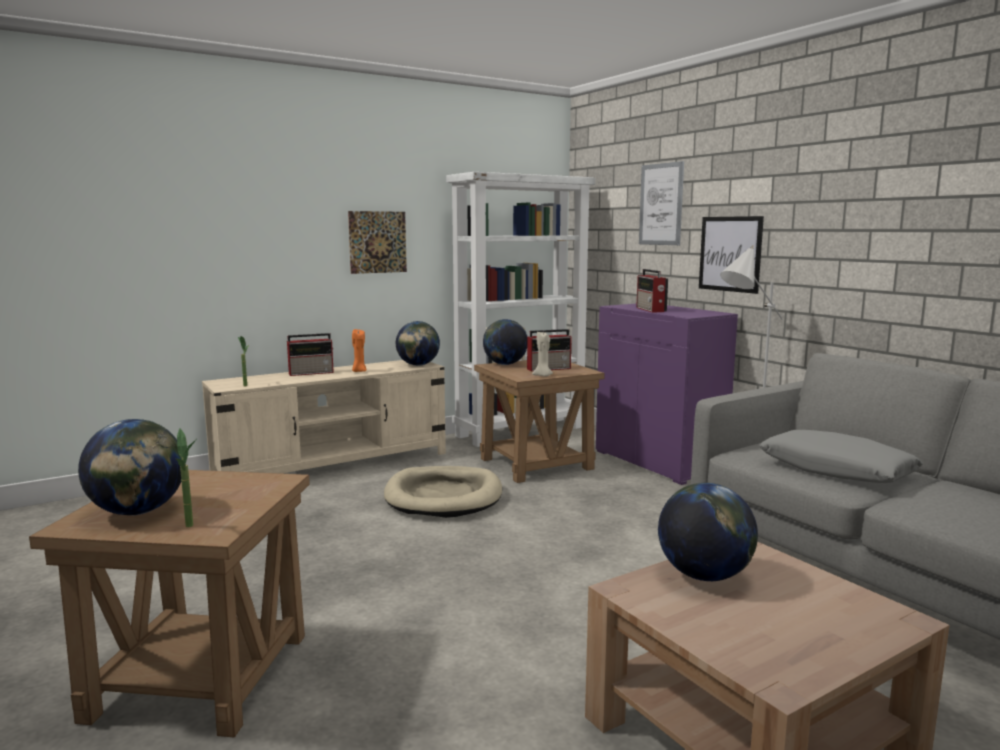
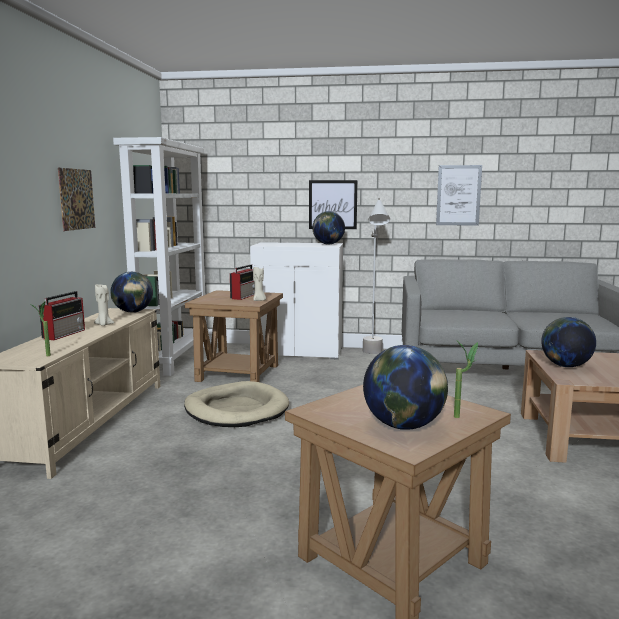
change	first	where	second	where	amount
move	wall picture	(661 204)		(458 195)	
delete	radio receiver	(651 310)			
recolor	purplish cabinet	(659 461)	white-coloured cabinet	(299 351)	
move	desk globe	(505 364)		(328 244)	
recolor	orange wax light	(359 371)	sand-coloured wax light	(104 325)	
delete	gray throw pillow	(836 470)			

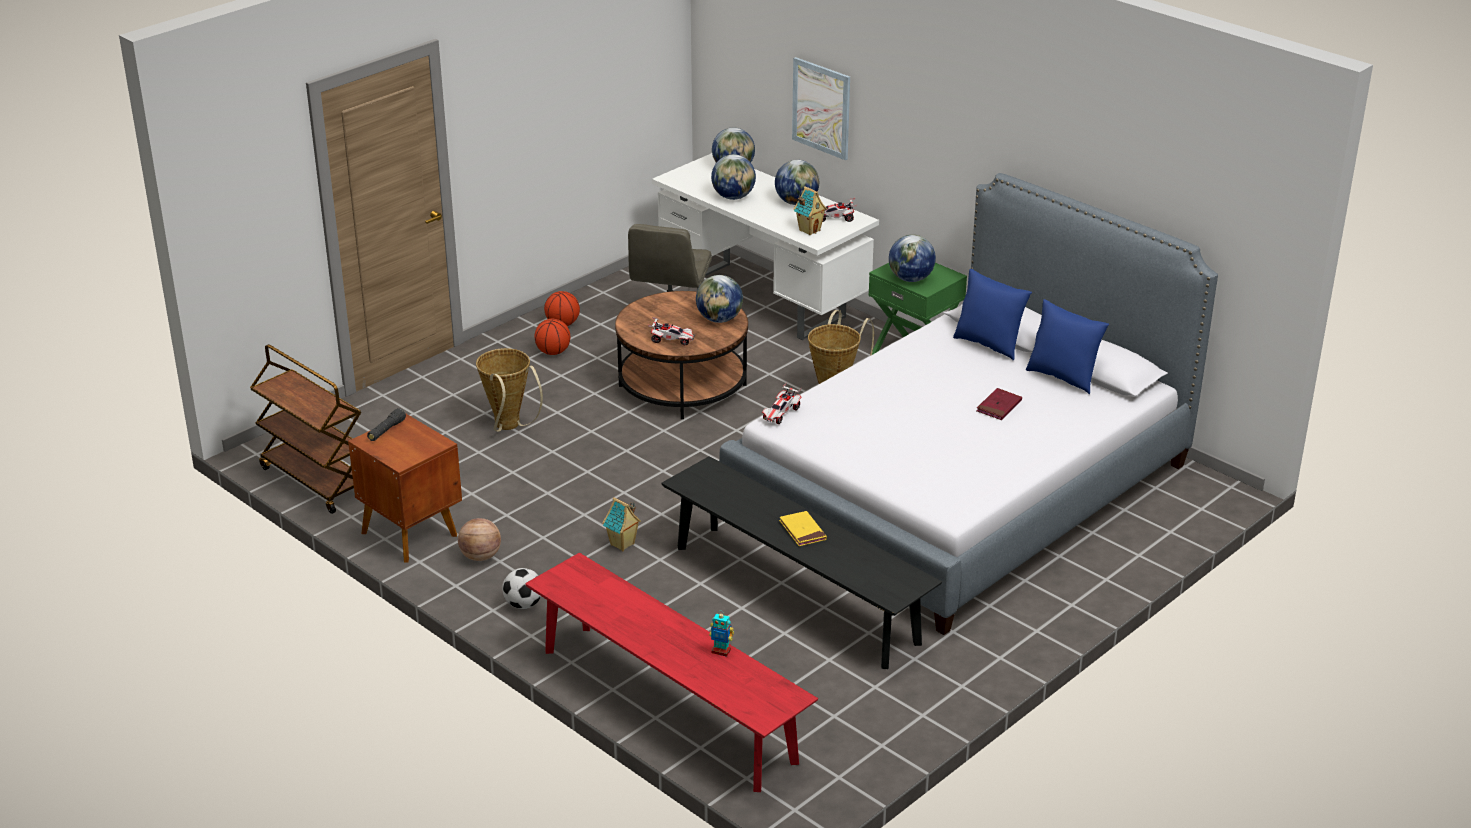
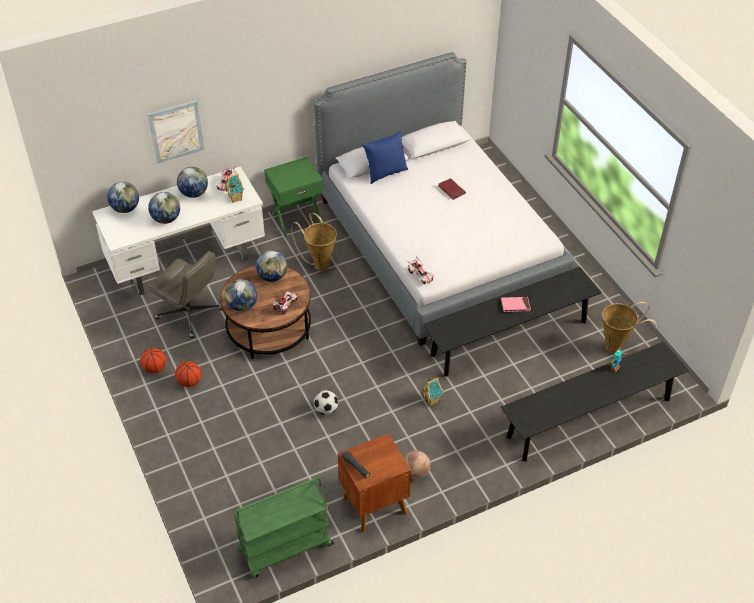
change	first	where	second	where	amount
move	desk globe	(910 279)		(242 306)	
delete	blue-coloured throw pillow	(1063 377)			
recolor	brownish wheeled cart	(315 480)	greenish wheeled cart	(285 548)	
move	household basket	(509 427)		(617 348)	
recolor	yellow-coloured bound book	(802 531)	pinkish bound book	(515 305)	
recolor	red long seat	(667 705)	black-coloured long seat	(589 418)	
move	football ball	(523 604)		(326 410)	

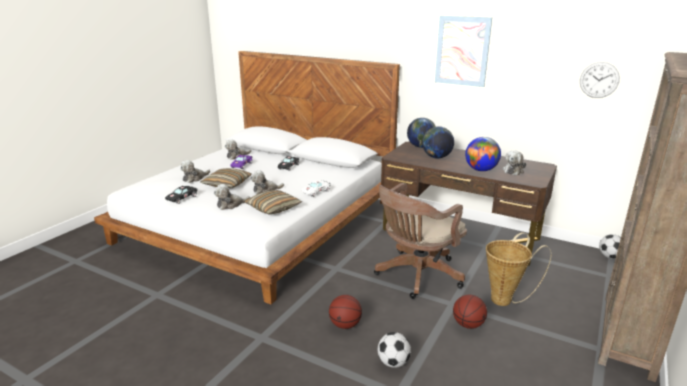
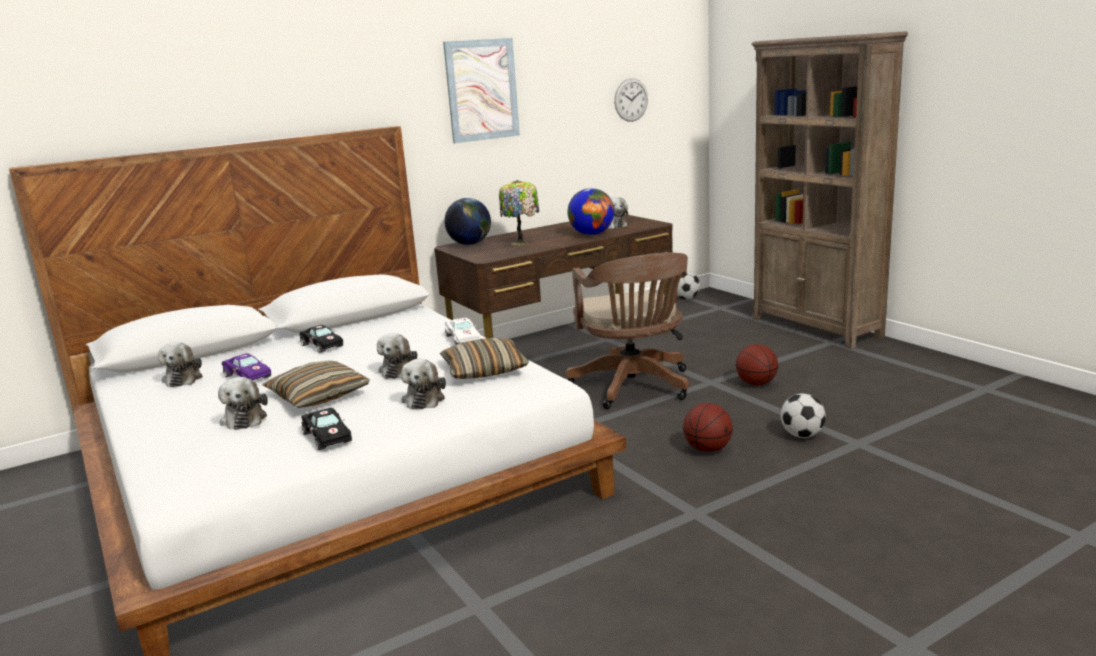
change	first	where	second	where	amount
replace	desk globe	(436 157)	lamp for a table	(521 243)	
delete	household basket	(505 299)			

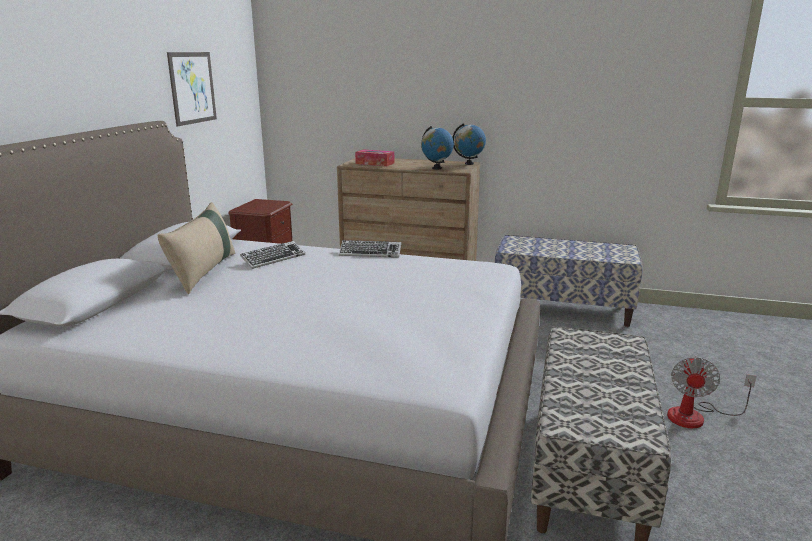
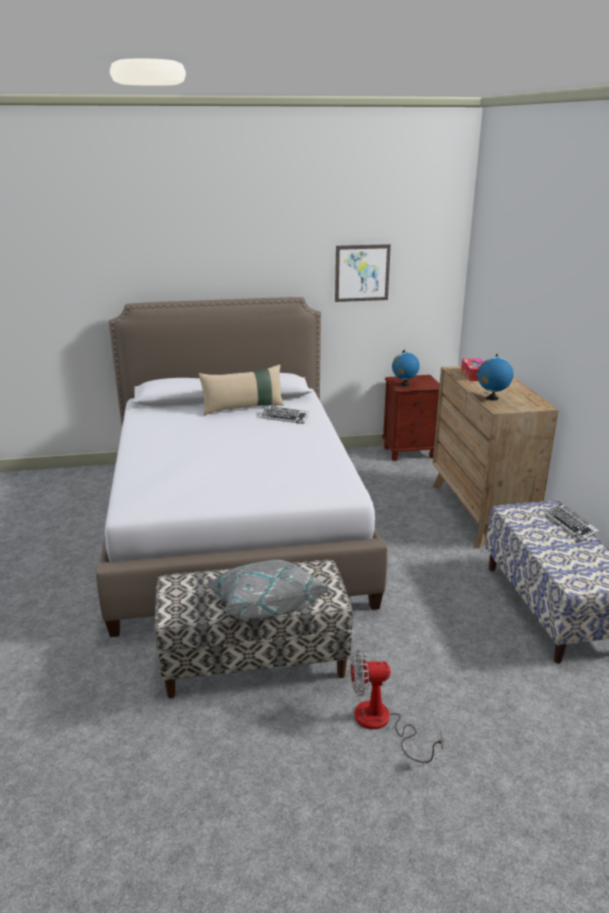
change	first	where	second	where	amount
move	desk globe	(469 164)		(404 385)	
move	PC keyboard	(370 253)		(570 525)	
insert			gray throw pillow	(265 605)	

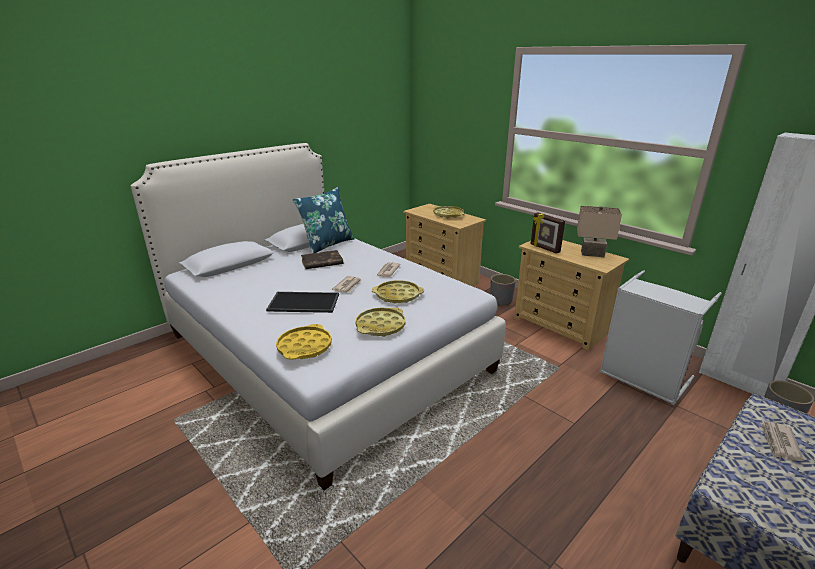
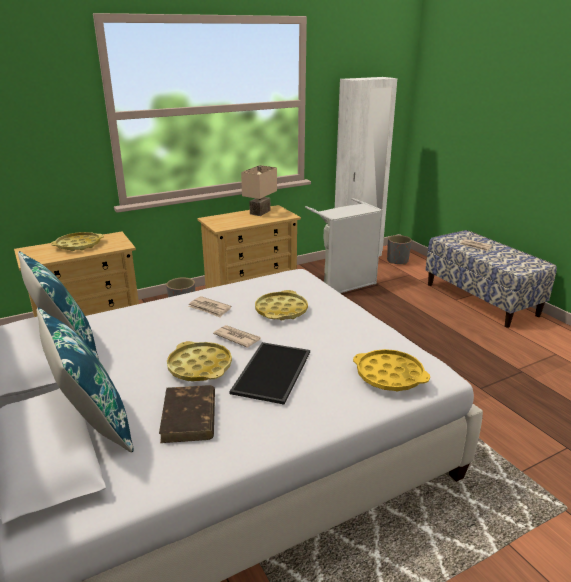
change	first	where	second	where	amount
delete	photo frame	(544 248)			
move	brownish bound book	(321 262)		(189 417)	
move	yellow-coloured carrying tray	(380 326)		(200 367)	
insert			blue-coloured throw pillow	(93 424)	

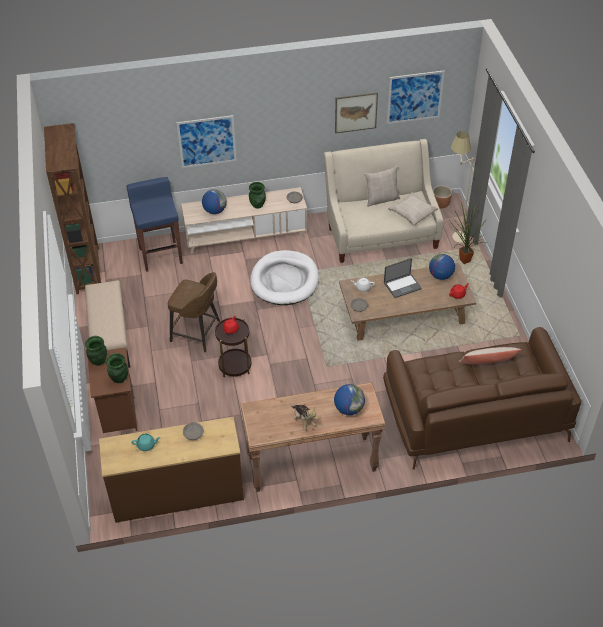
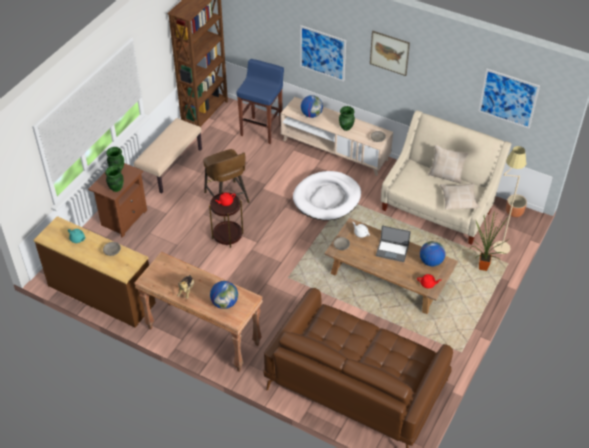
change	first	where	second	where	amount
move	wall picture	(356 112)		(389 53)	
delete	sand-coloured throw pillow	(487 363)			

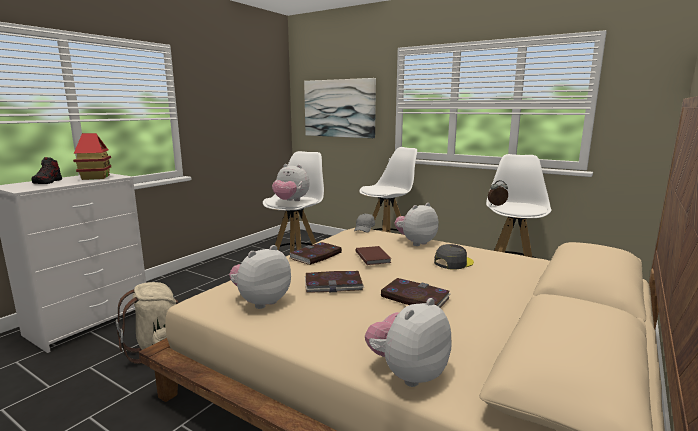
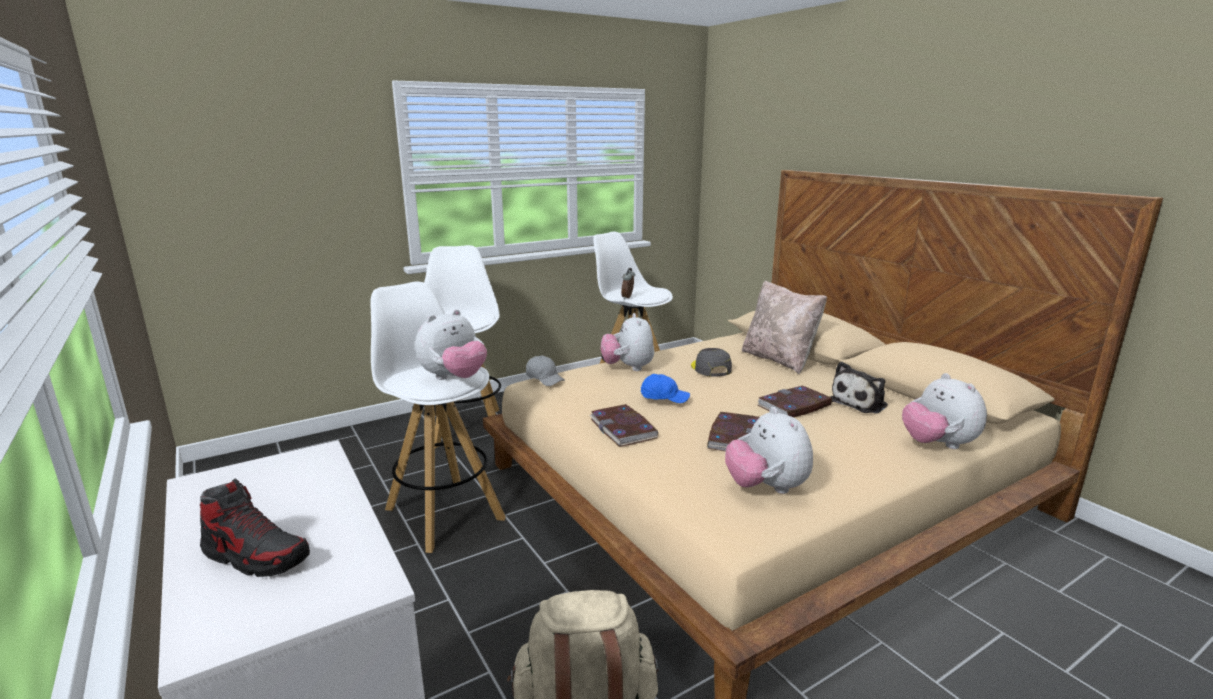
change	first	where	second	where	amount
delete	wall picture	(339 108)			
delete	toy house	(95 177)			
replace	brownish bound book	(373 257)	blue-coloured cap	(664 397)	
insert			sand-coloured throw pillow	(779 360)	
insert			soft toy	(860 403)	

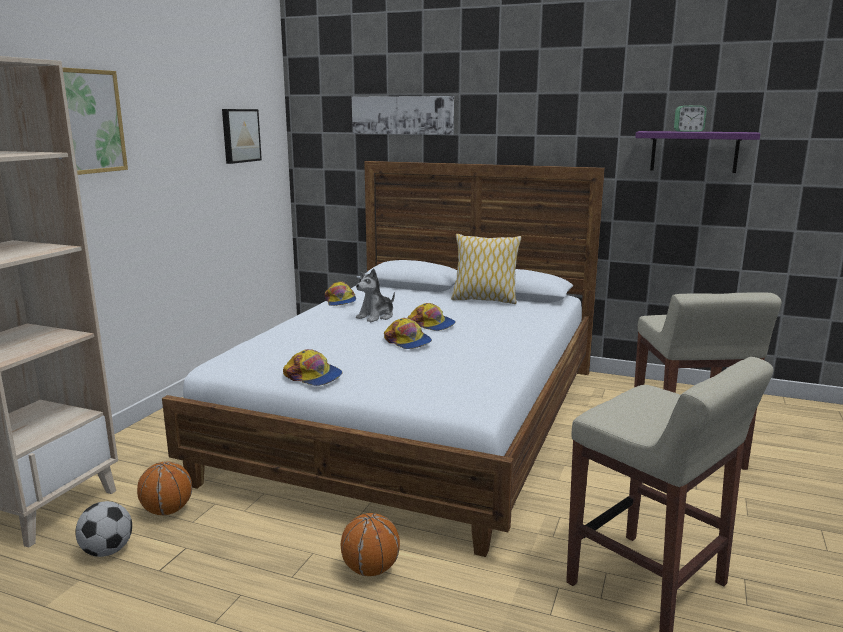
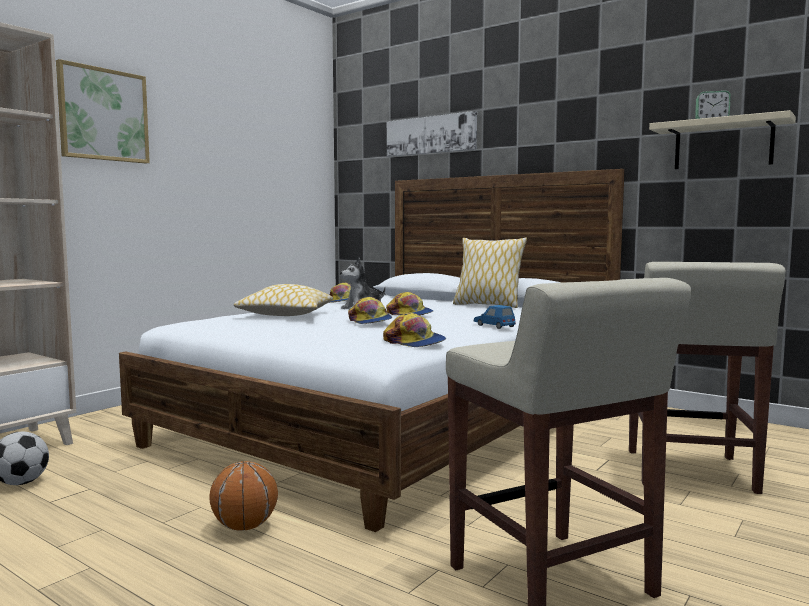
change	first	where	second	where	amount
delete	wall picture	(240 135)			
recolor	purplish shelf	(694 151)	sand-coloured shelf	(723 144)	
move	cap	(313 376)		(415 342)	
delete	ball for basketball	(167 511)			
insert			throw pillow	(286 315)	
insert			blue-coloured toy car	(494 326)	

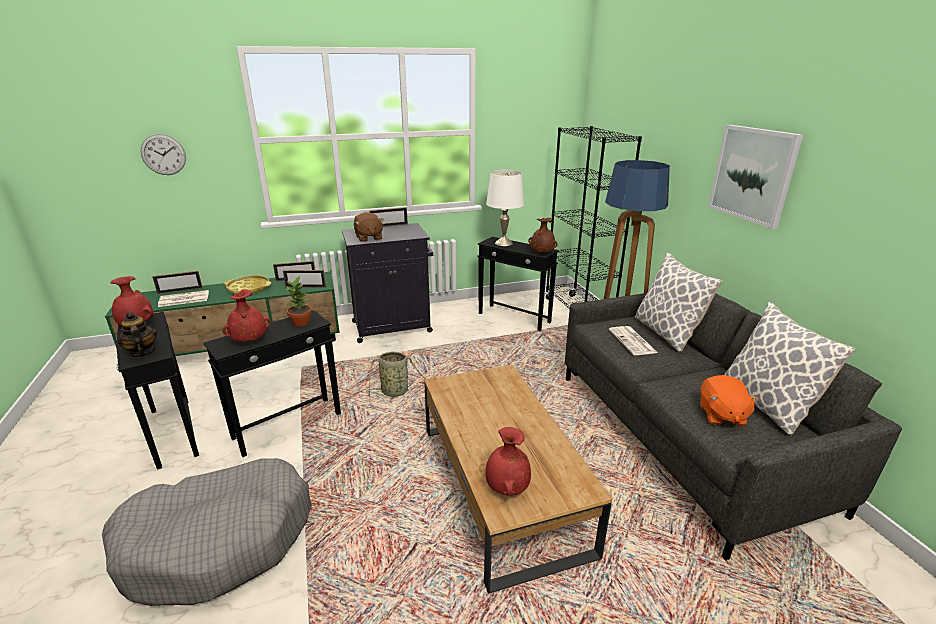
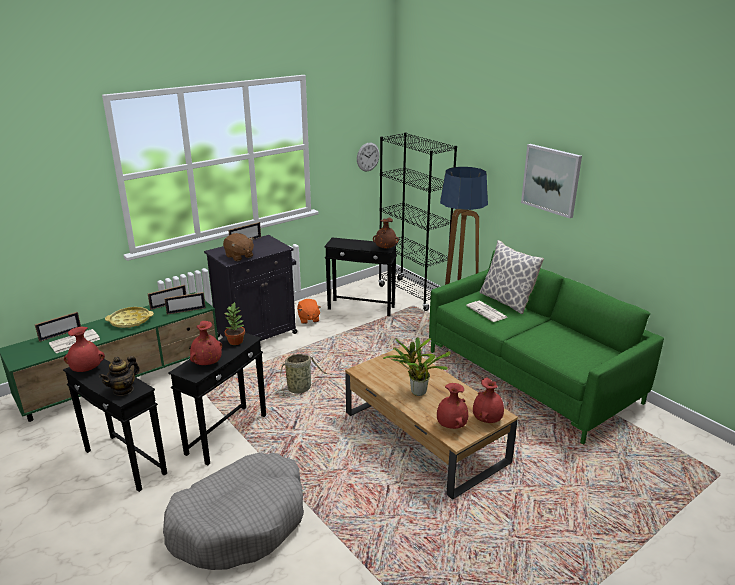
change	first	where	second	where	amount
move	clock on the wall	(163 154)		(368 157)	
delete	white-coloured lamp for a table	(503 243)			
recolor	gray sofa	(682 436)	greenish sofa	(531 376)	
delete	throw pillow	(766 404)			
rotate	teapot	(142 352)		(123 390)	90 degrees counterclockwise
move	orange soft toy	(721 415)		(308 319)	
insert			plant in a pot	(416 391)	
insert			red vase	(487 420)	

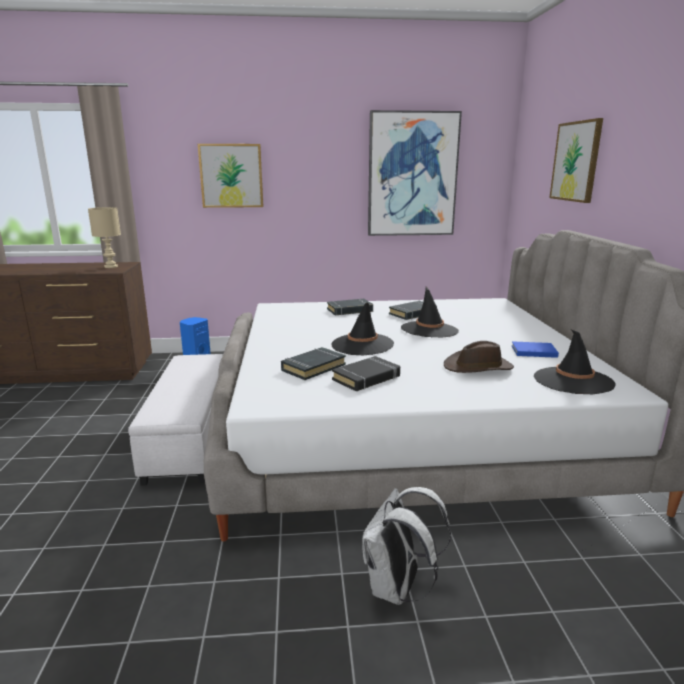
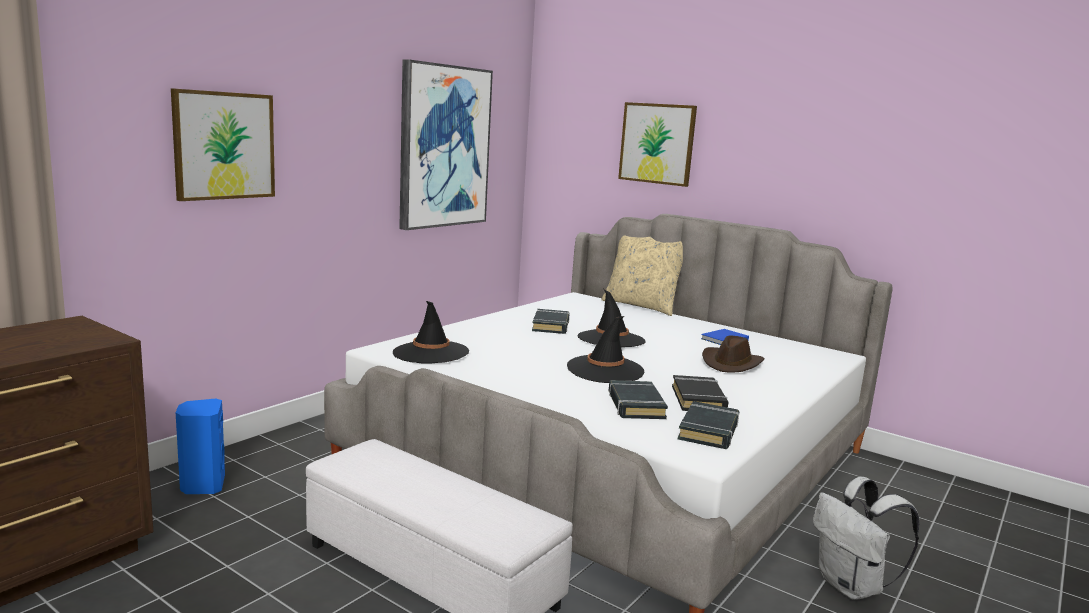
change	first	where	second	where	amount
delete	sand-coloured lamp for a table	(111 266)			
move	black-coloured bound book	(350 310)		(709 431)	
move	black-coloured wearable hat	(573 381)		(430 353)	
insert			sand-coloured throw pillow	(642 306)	

